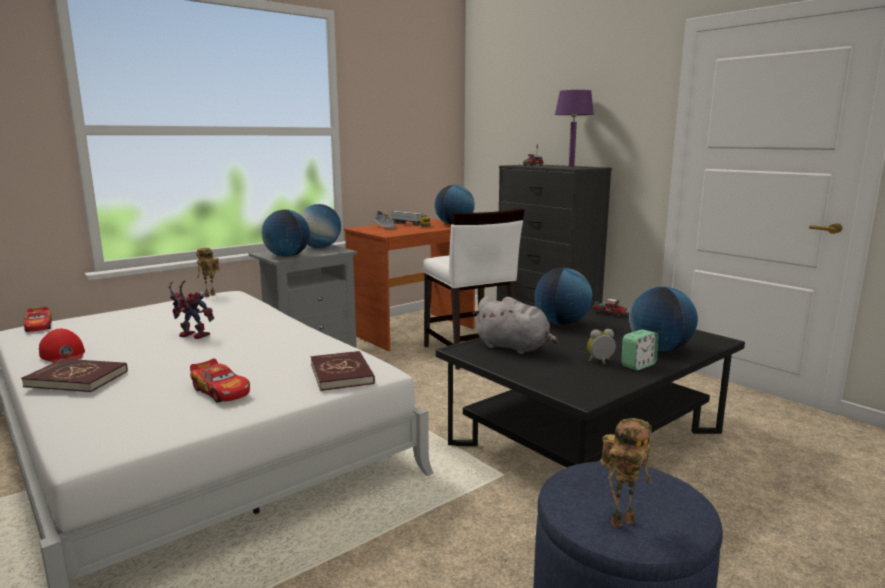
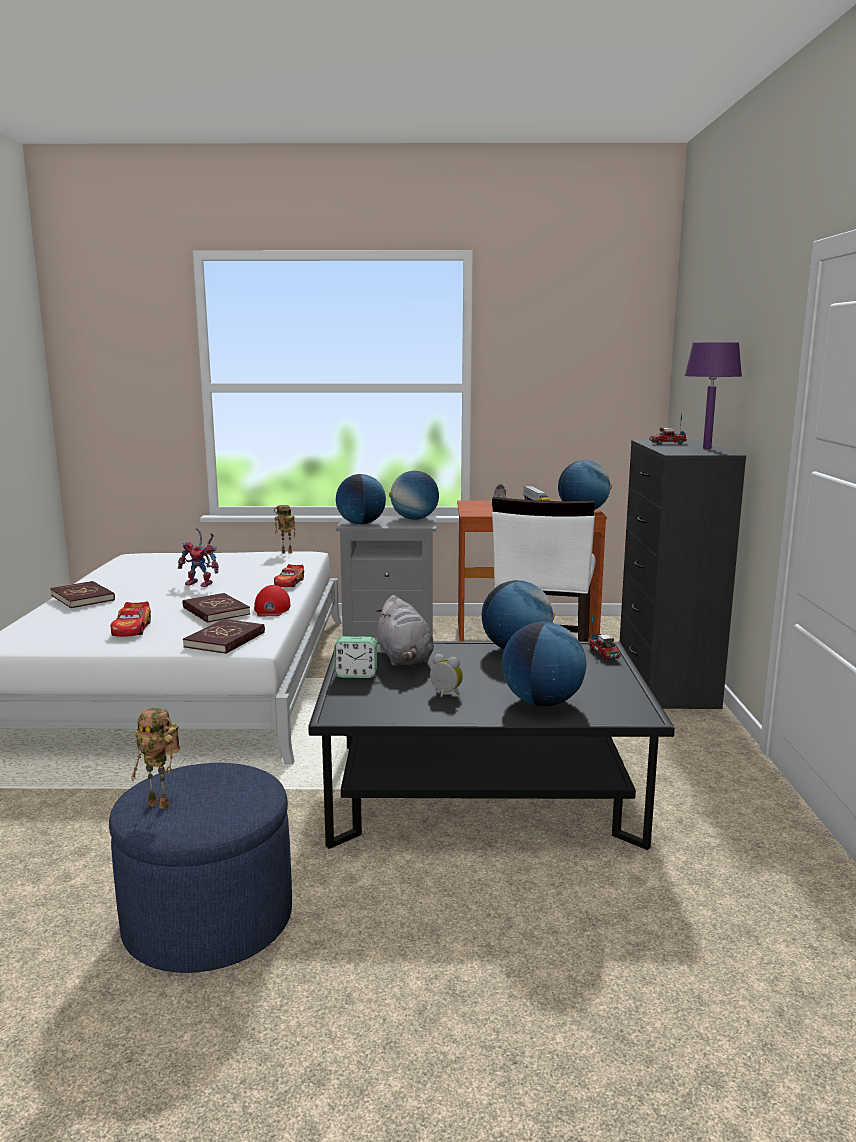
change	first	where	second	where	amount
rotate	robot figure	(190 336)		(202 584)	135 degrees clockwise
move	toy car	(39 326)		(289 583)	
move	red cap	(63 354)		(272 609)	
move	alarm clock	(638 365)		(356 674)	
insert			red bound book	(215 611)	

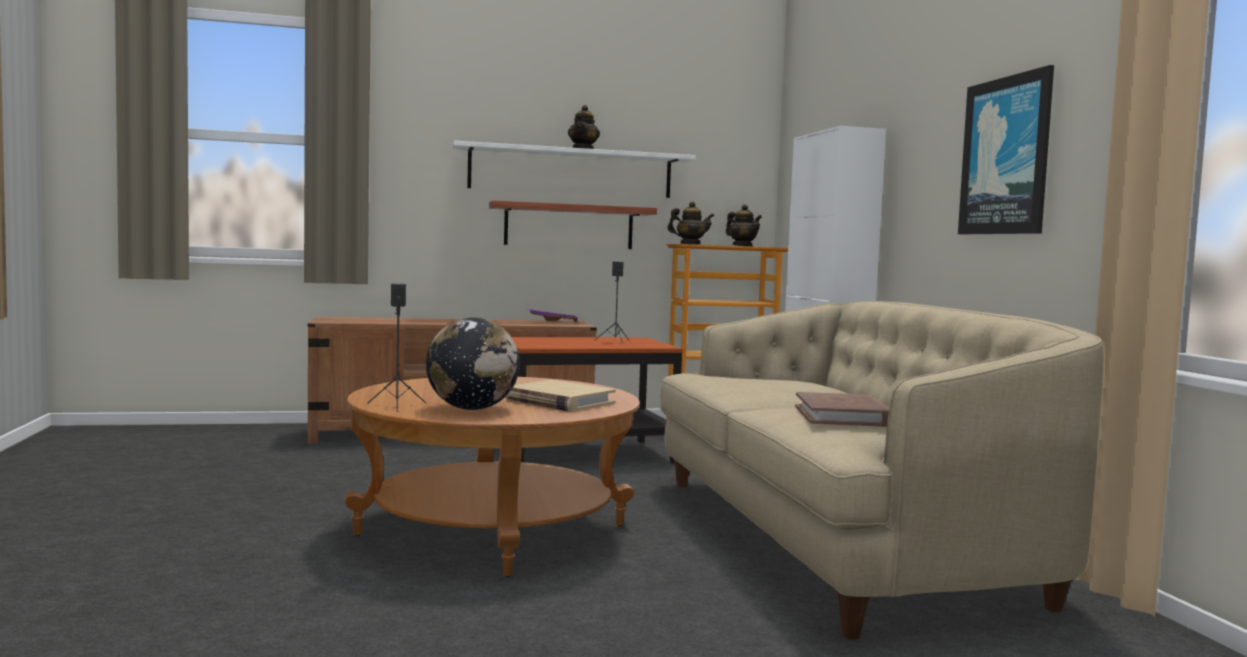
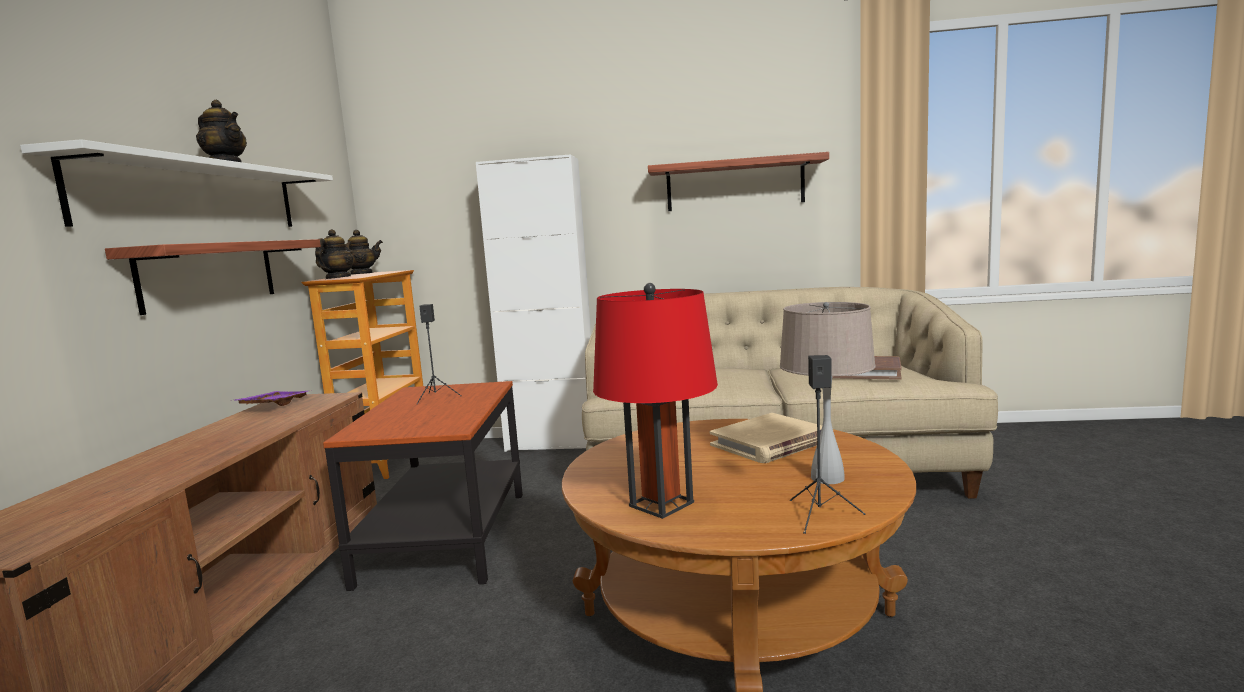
change	first	where	second	where	amount
replace	wall picture	(1006 156)	shelf	(734 184)	
replace	desk globe	(472 409)	sand-coloured lamp for a table	(828 478)	
insert			red lamp for a table	(661 504)	

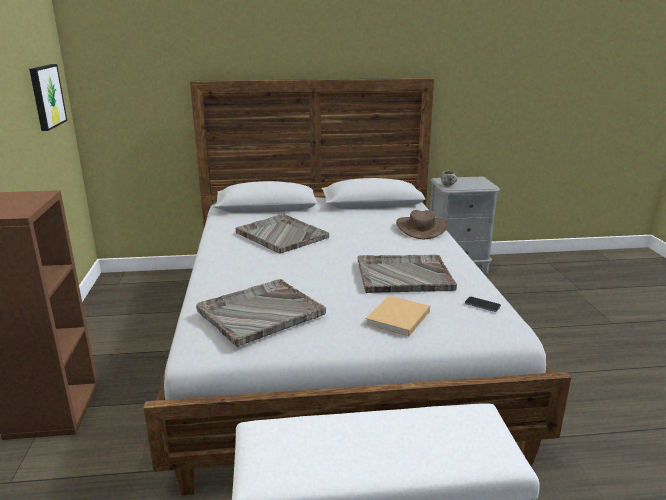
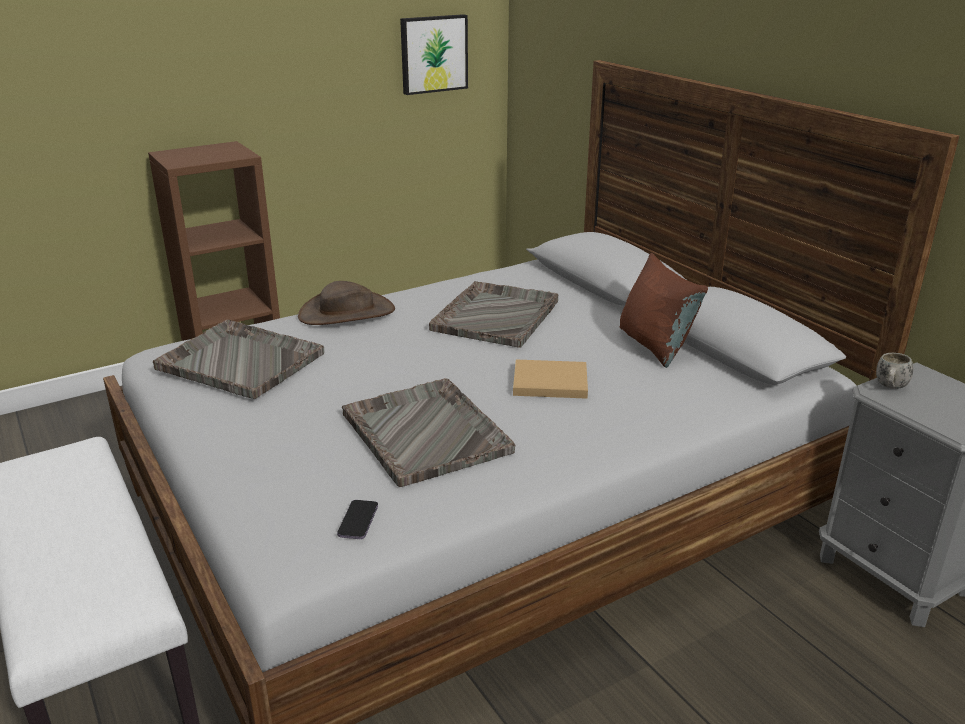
change	first	where	second	where	amount
move	brownish wearable hat	(421 228)		(347 313)	
move	sand-coloured bound book	(397 318)		(547 382)	
insert			brownish throw pillow	(655 346)	

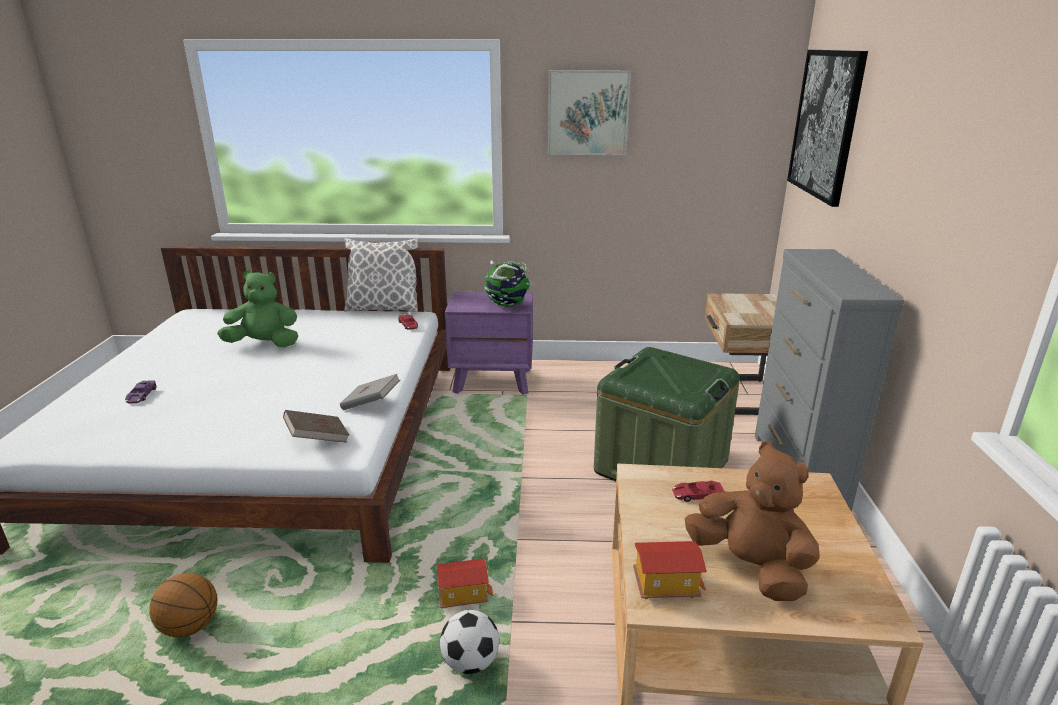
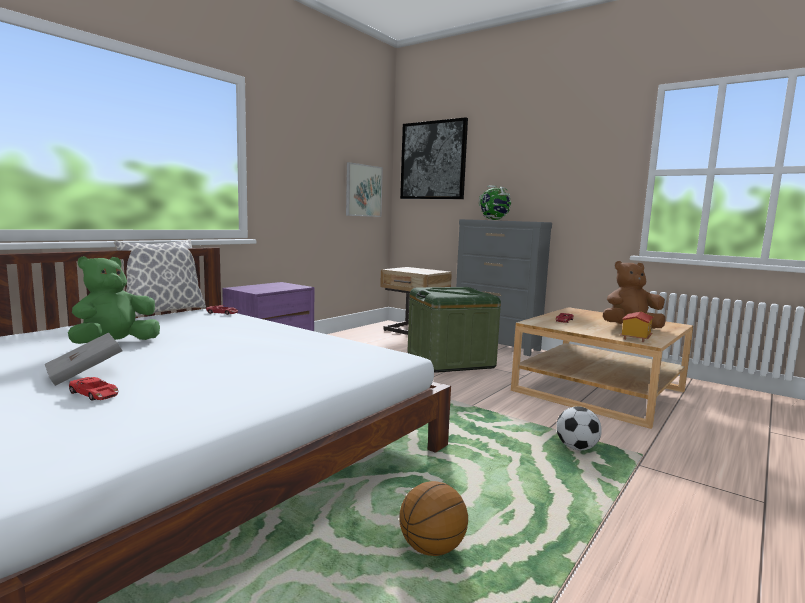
change	first	where	second	where	amount
move	wall picture	(587 113)		(363 190)	
move	desk globe	(507 305)		(494 220)	
move	gray bound book	(371 404)		(84 374)	
recolor	purplish toy car	(141 395)	red toy car	(94 394)	
delete	brownish bound book	(318 439)			
delete	toy house	(463 595)			

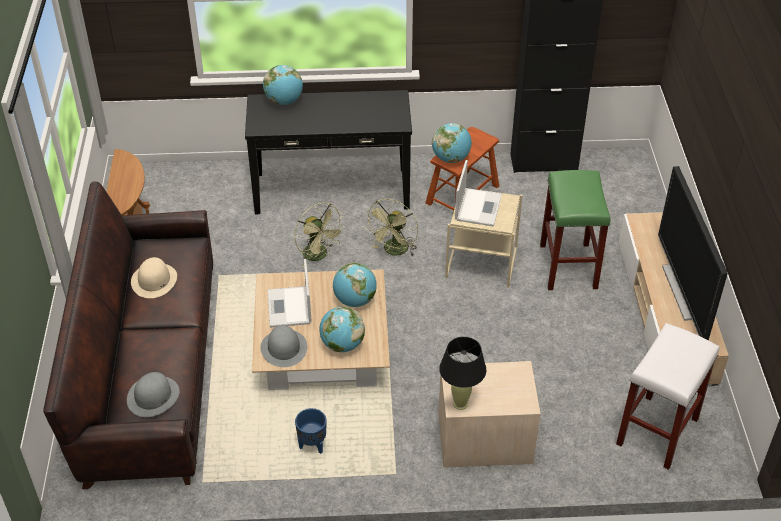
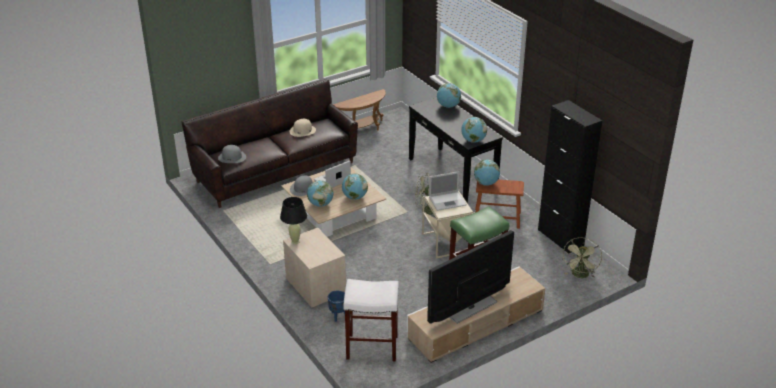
change	first	where	second	where	amount
move	greenish fan	(319 255)		(580 275)	
move	blue-coloured flower pot	(312 445)		(337 316)	
insert			desk globe	(473 141)	

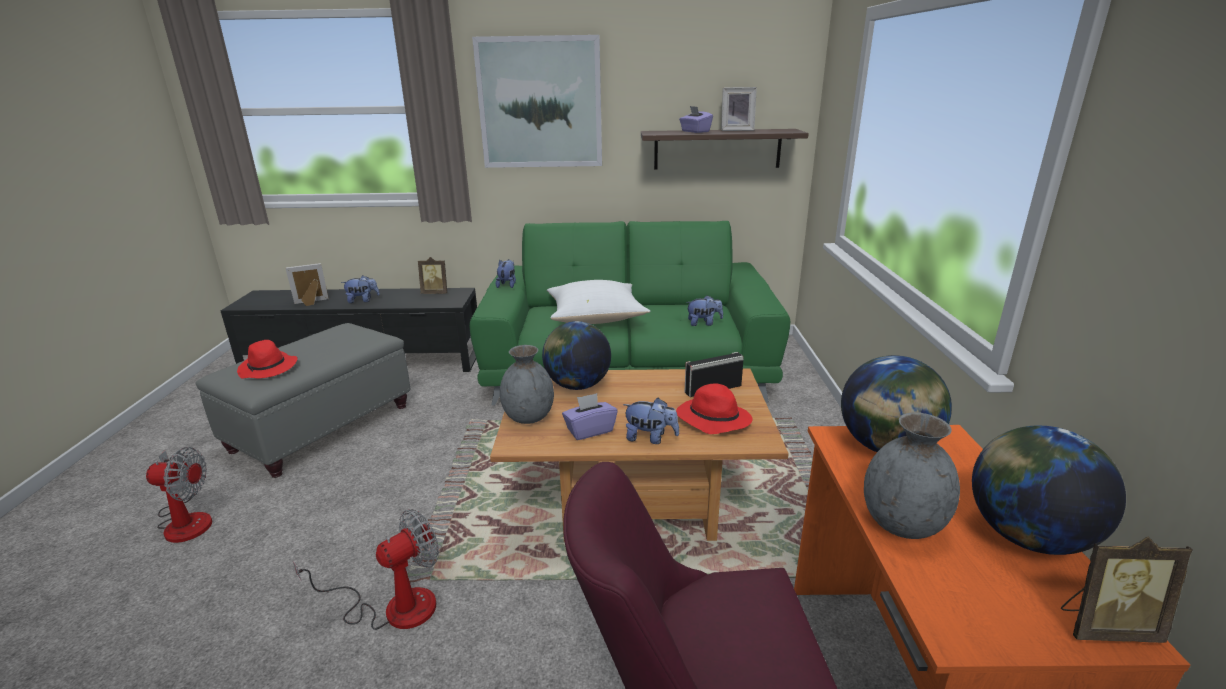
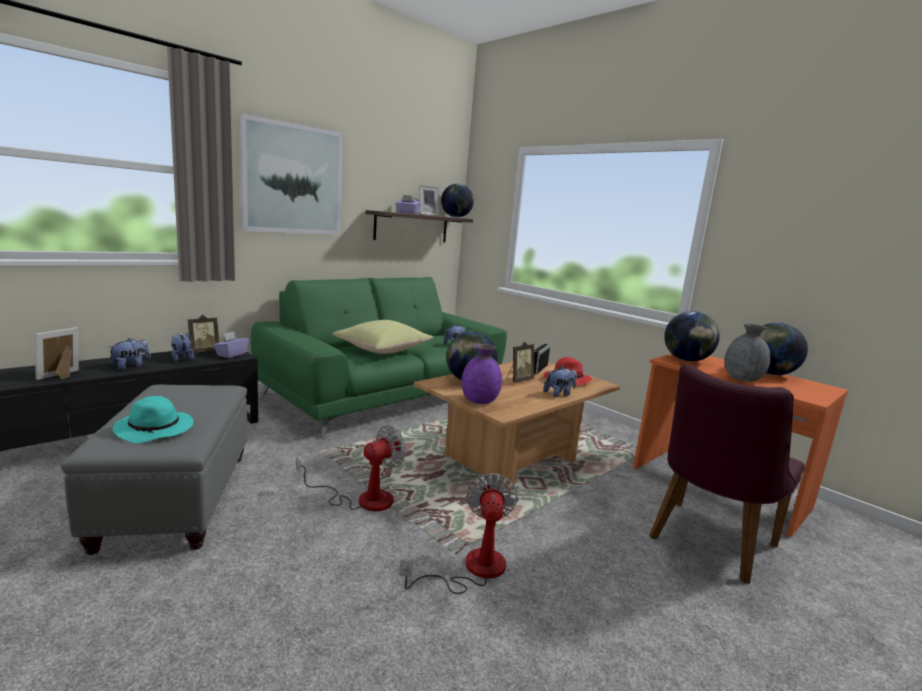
change	first	where	second	where	amount
move	soft toy	(507 285)		(181 358)	
recolor	white-coloured throw pillow	(596 318)	yellow-coloured throw pillow	(383 350)	
recolor	red wearable hat	(269 369)	turquoise wearable hat	(155 430)	
recolor	gray vase	(529 417)	purplish vase	(479 400)	
move	purplish tissue box	(590 430)		(231 354)	
move	fan	(186 520)		(362 499)	
move	photo frame	(1105 627)		(519 380)	
insert			desk globe	(456 217)	

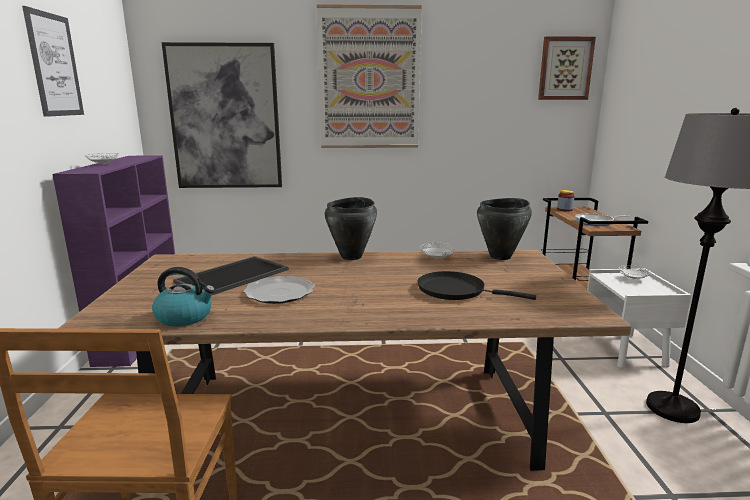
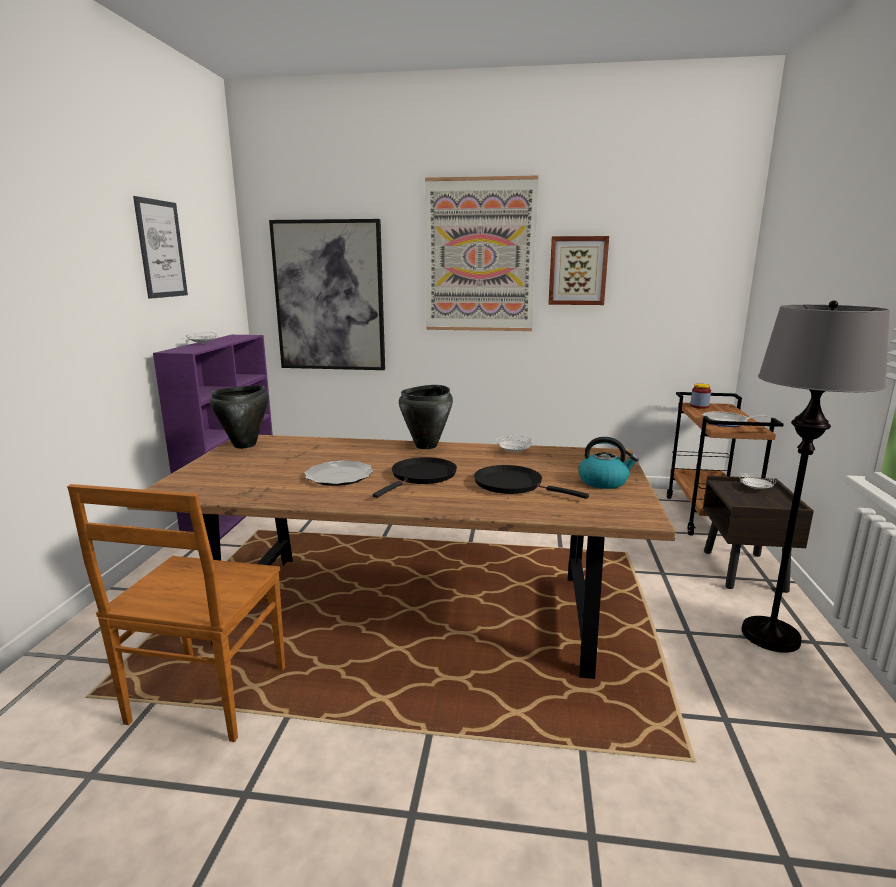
change	first	where	second	where	amount
move	wall picture	(565 68)		(577 271)	
move	black-coloured stockpot	(501 257)		(245 445)	
delete	carrying tray	(233 276)			
move	water kettle	(185 317)		(604 482)	
recolor	white-coloured night table	(626 351)	brownish night table	(744 571)	
insert			black-coloured frying pan	(421 476)	

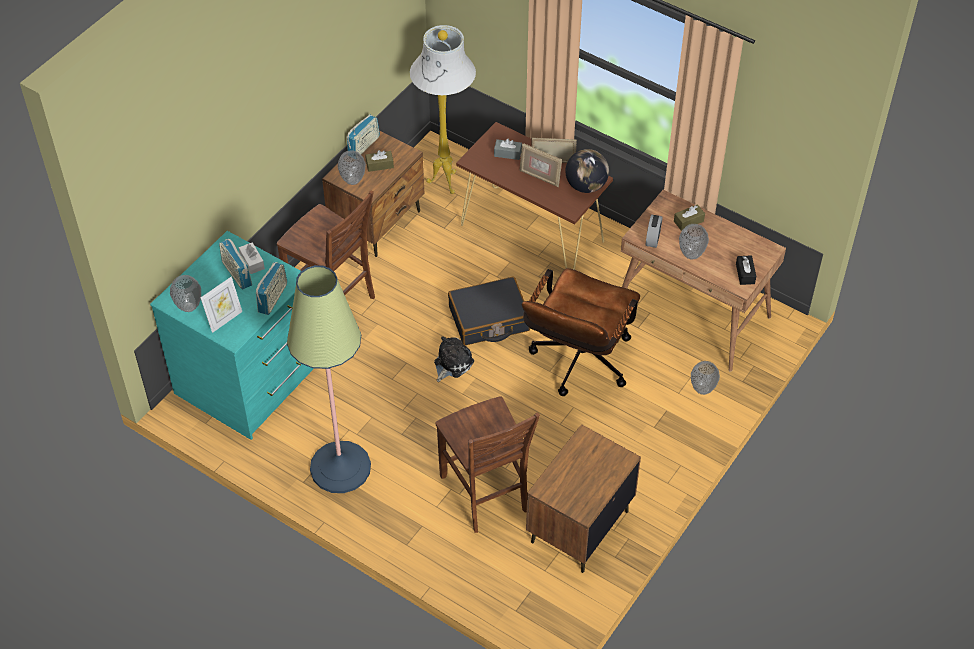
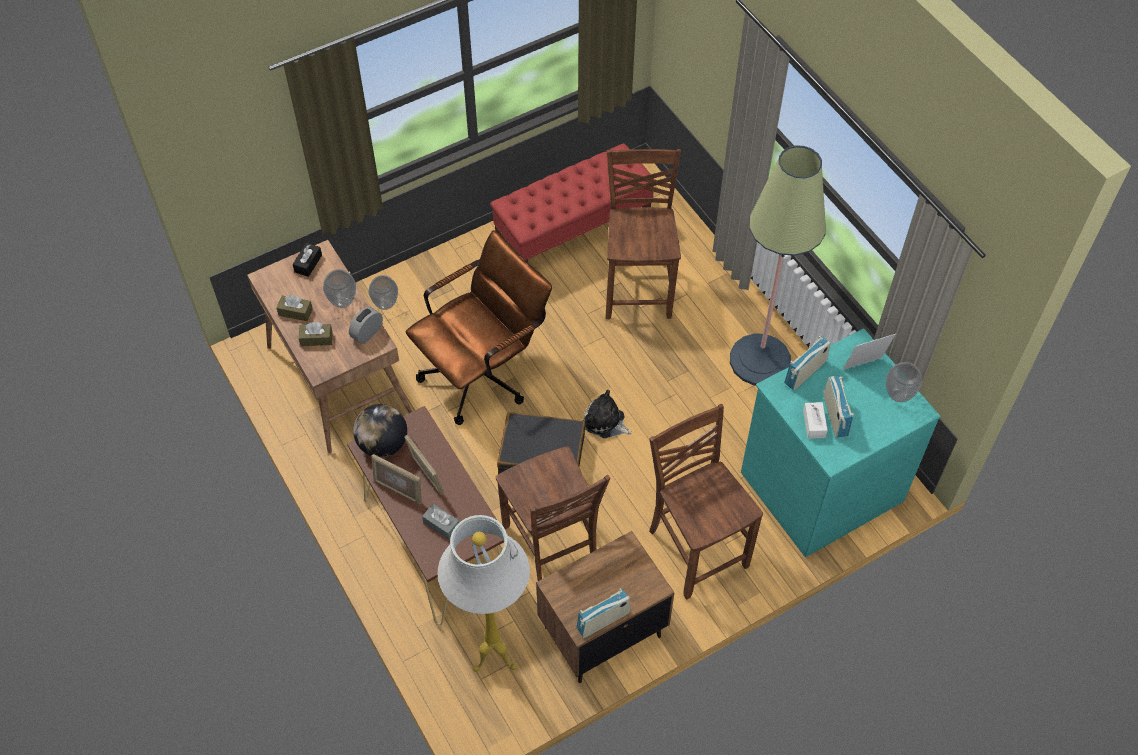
change	first	where	second	where	amount
move	brownish tissue box	(379 165)		(295 312)	
delete	vase	(353 181)			
rotate	soft toy	(452 363)		(605 422)	60 degrees clockwise
replace	brownish night table	(579 527)	red long seat	(573 233)	
insert			brownish upright chair	(551 547)	

